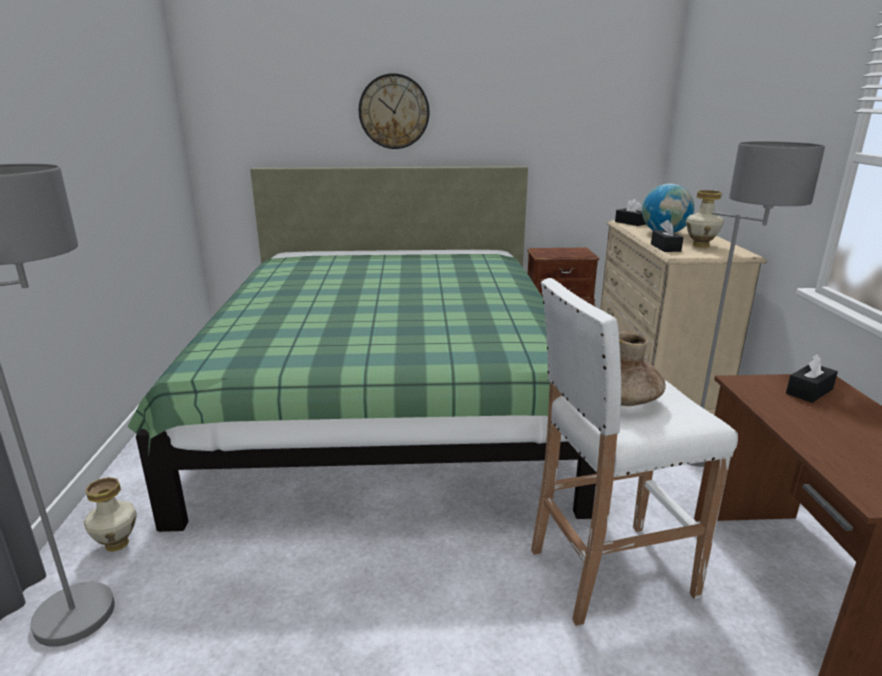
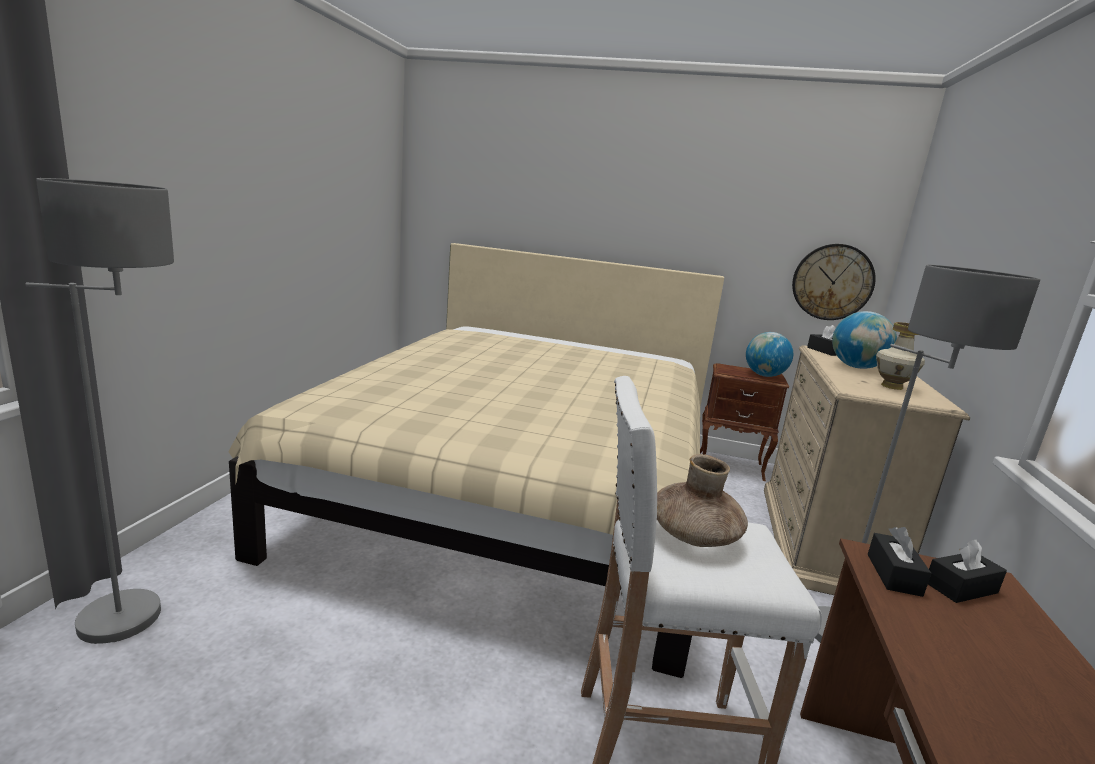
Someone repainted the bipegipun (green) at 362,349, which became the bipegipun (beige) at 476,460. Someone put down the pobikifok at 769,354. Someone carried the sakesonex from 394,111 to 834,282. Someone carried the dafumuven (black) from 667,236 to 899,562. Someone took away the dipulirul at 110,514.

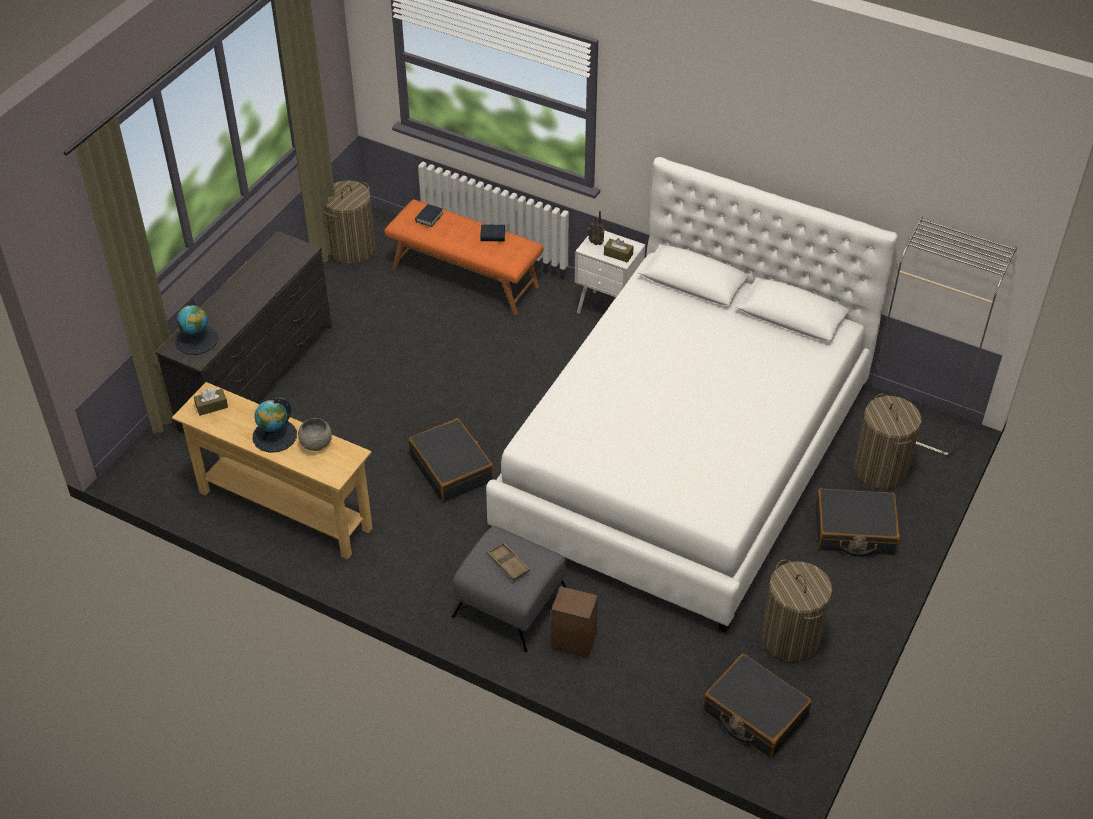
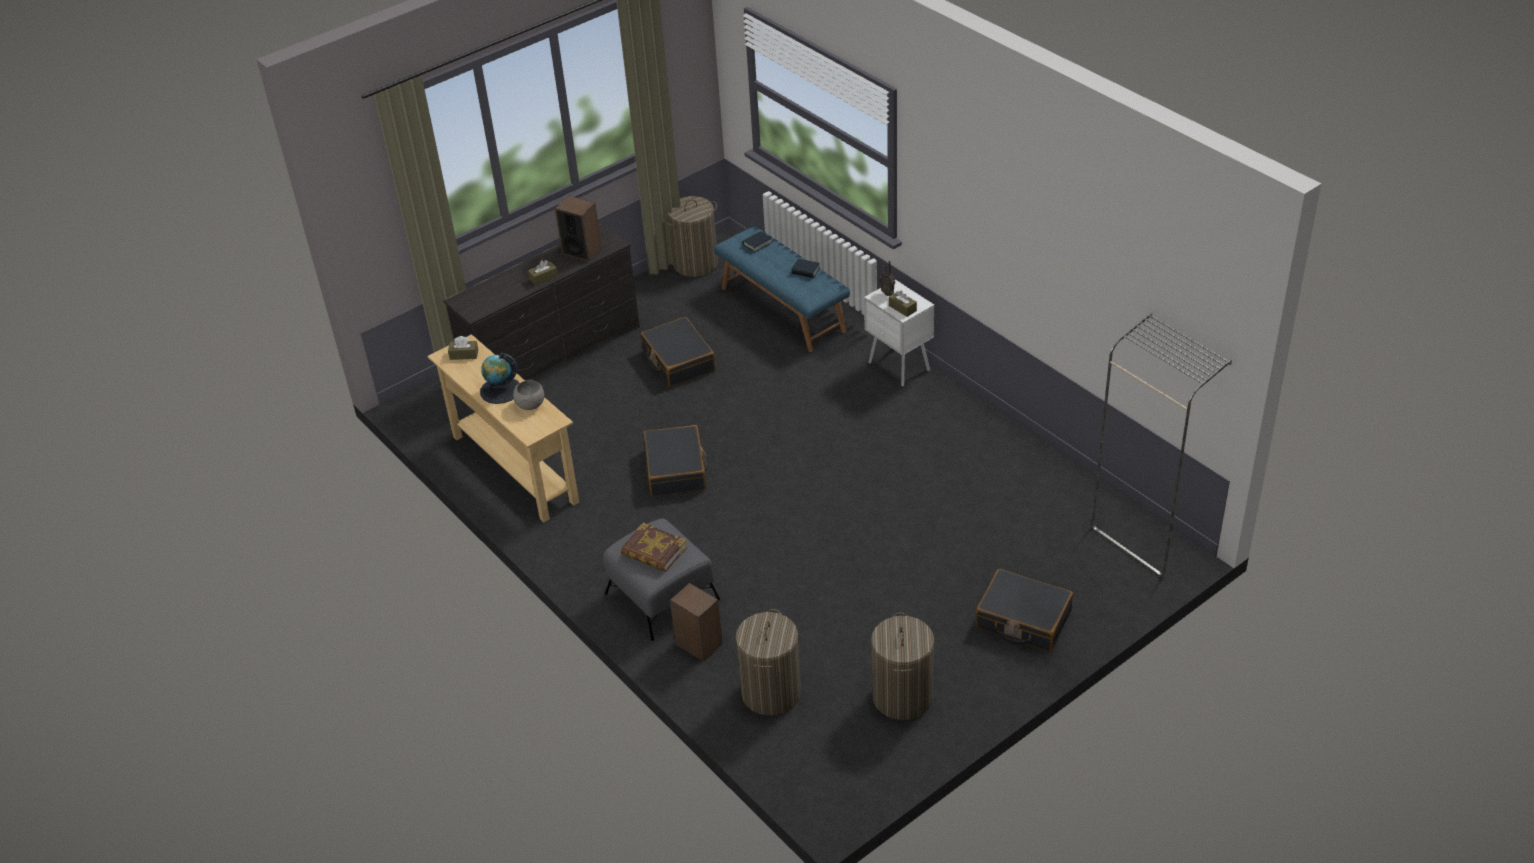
Someone put down the dafumuven (brown) at 543,273. Someone put down the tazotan at 578,229. Someone swapped the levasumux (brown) at 508,561 for the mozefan at 654,547. Someone carried the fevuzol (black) from 757,706 to 678,352. Someone repainted the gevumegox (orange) at 463,257, which became the gevumegox (blue) at 782,289. Someone carried the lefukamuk from 887,441 to 768,662. Someone took away the pobikifok at 196,327. Someone took away the bipegipun (white) at 692,395.

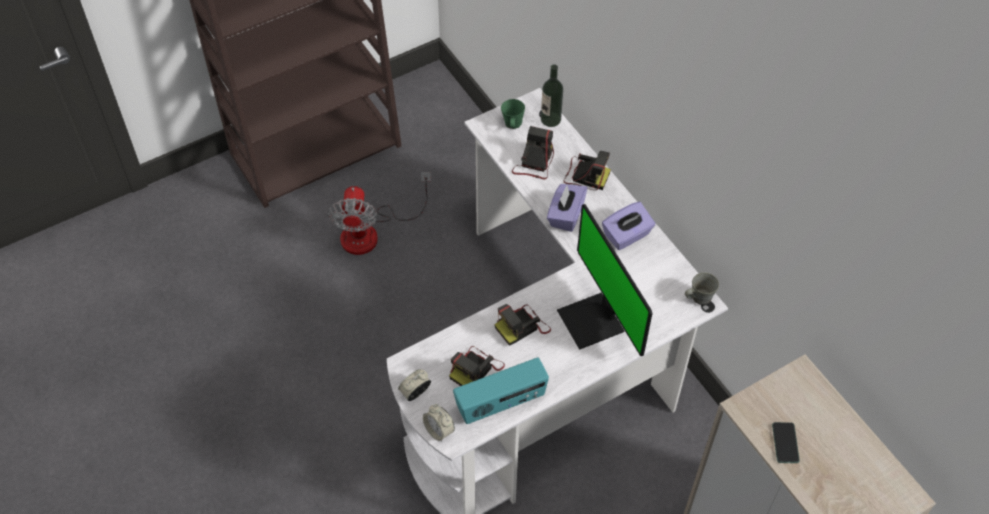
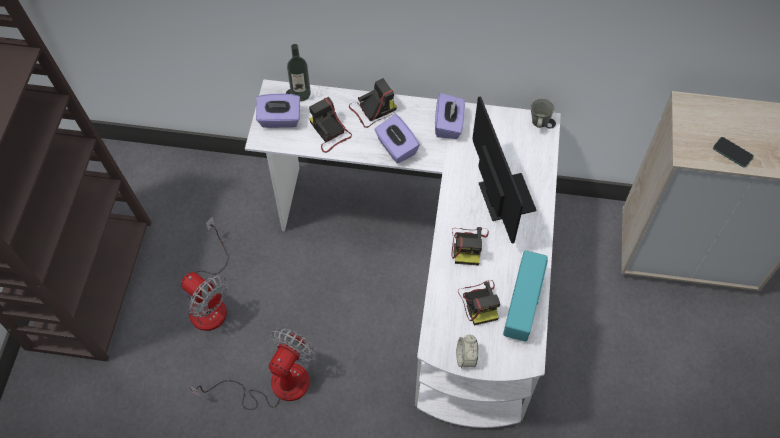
Someone put down the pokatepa at 252,369. Someone swapped the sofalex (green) at 513,114 for the dafumuven (purple) at 278,110. Someone rotated the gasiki at 604,280 by 120 degrees counterclockwise. Someone took away the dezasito at 439,423.

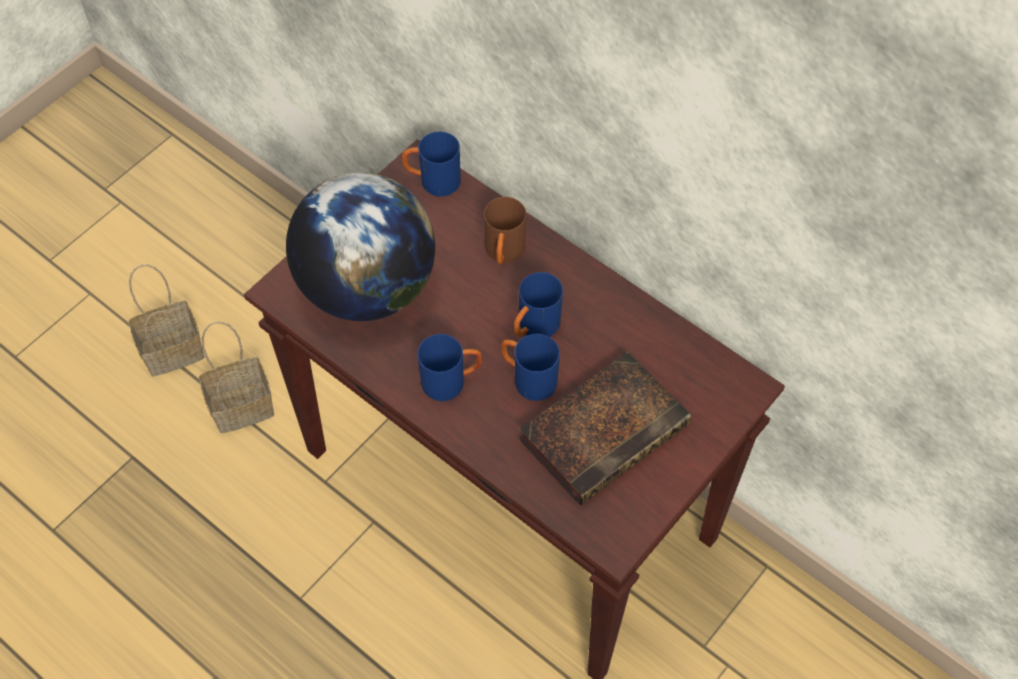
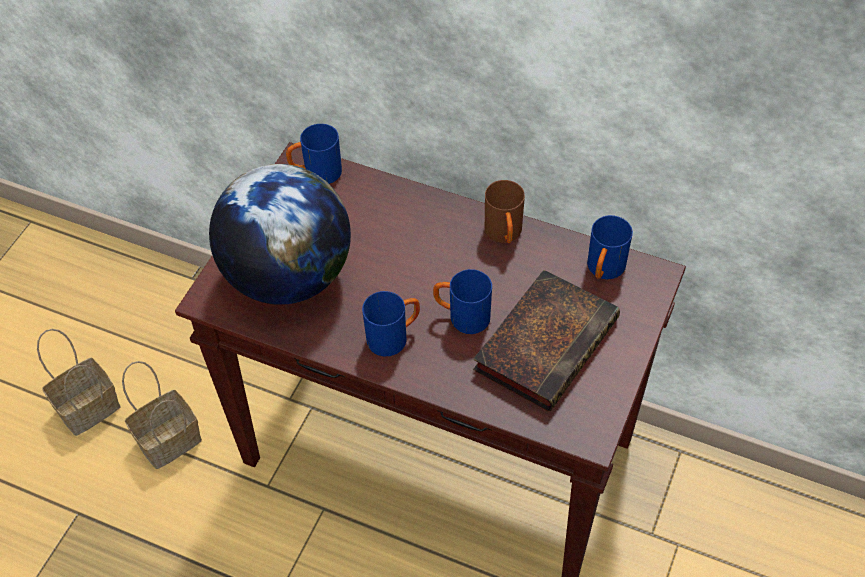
Someone carried the sofalex (brown) from 505,231 to 505,211. Someone carried the sofalex (blue) from 538,304 to 610,247.

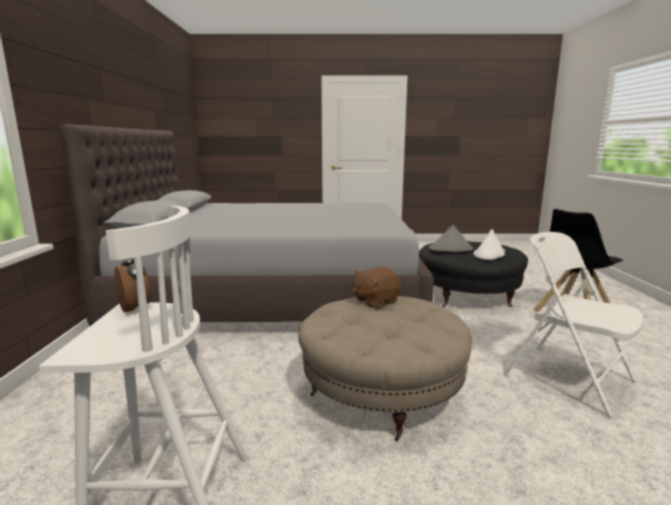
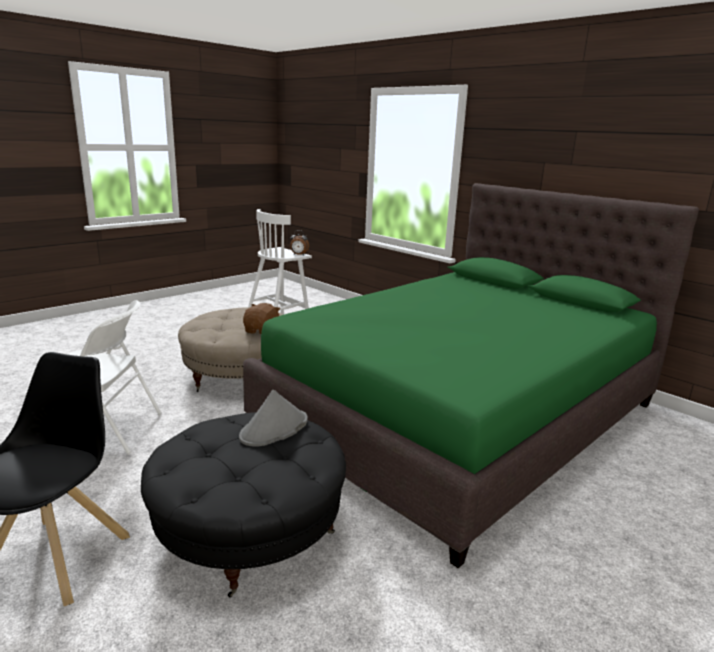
Someone repainted the bipegipun (grey) at 246,225, which became the bipegipun (green) at 471,375. Someone took away the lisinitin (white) at 489,244.

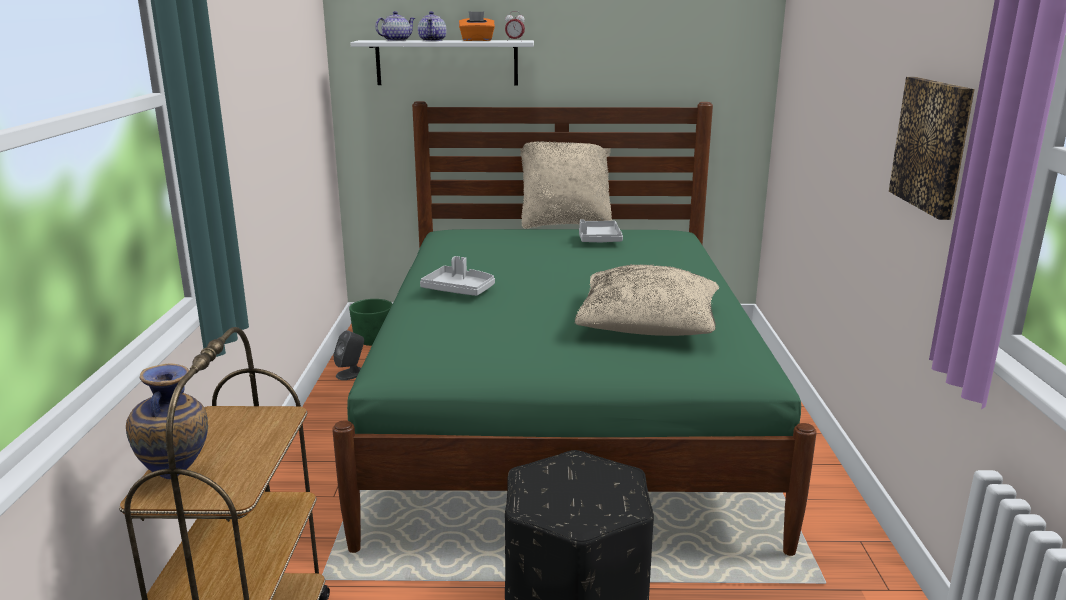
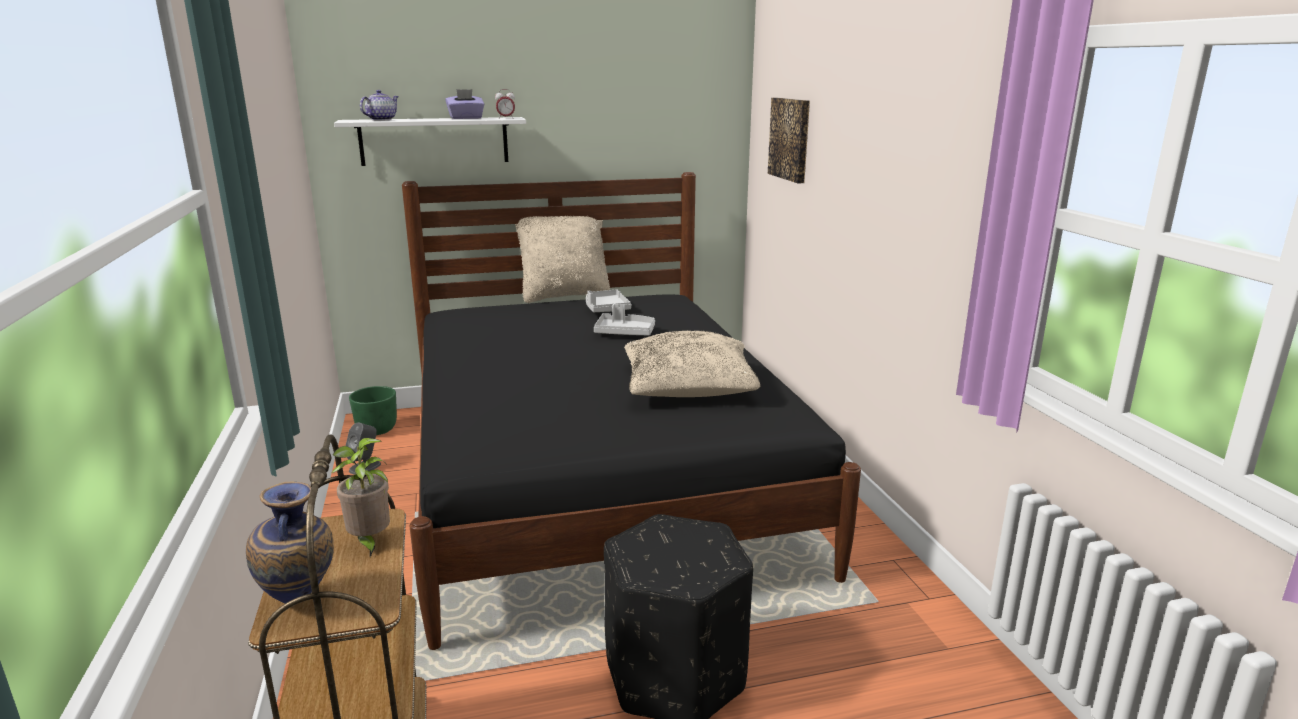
Someone put down the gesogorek at 360,497. Someone repainted the bipegipun (green) at 574,328, which became the bipegipun (black) at 631,411. Someone repainted the dafumuven (orange) at 477,26, which became the dafumuven (purple) at 464,104. Someone carried the levasumux (grey) from 457,276 to 624,319. Someone carried the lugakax from 932,148 to 789,140. Someone took away the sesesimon at 432,26.

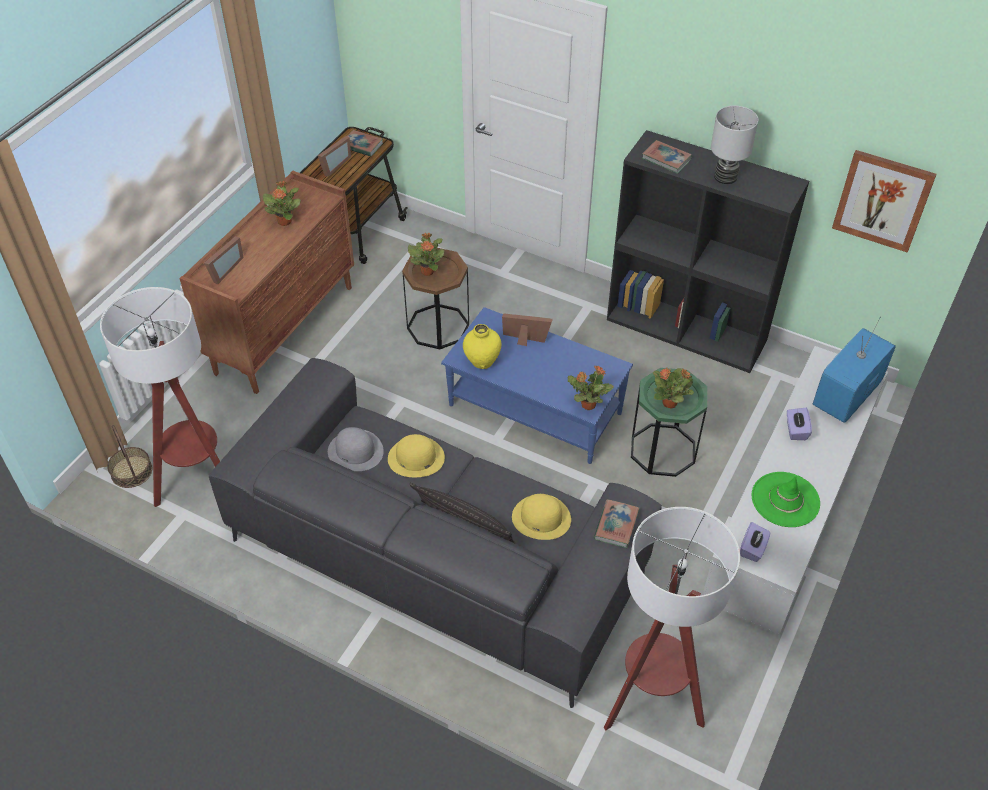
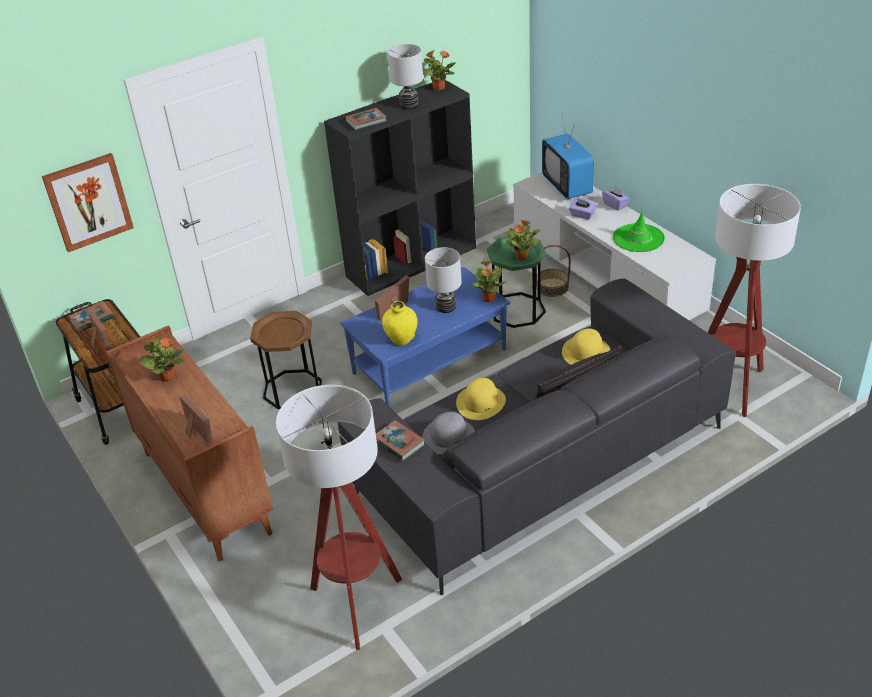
Someone carried the lugakax from 884,201 to 88,202. Someone carried the mozefan from 616,523 to 400,440. Someone carried the gesogorek from 426,254 to 439,70. Someone put down the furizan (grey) at 443,280. Someone carried the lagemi from 130,456 to 553,271. Someone carried the dafumuven (purple) from 755,542 to 615,198.

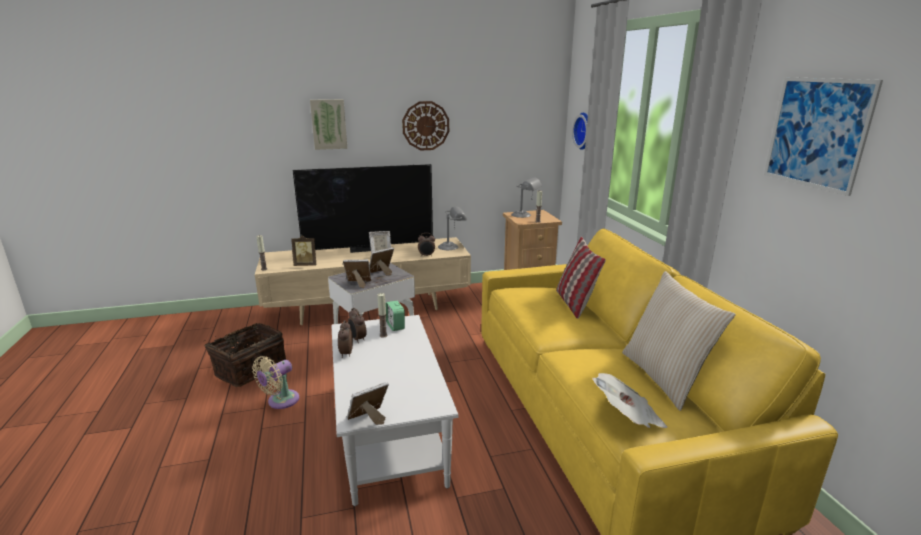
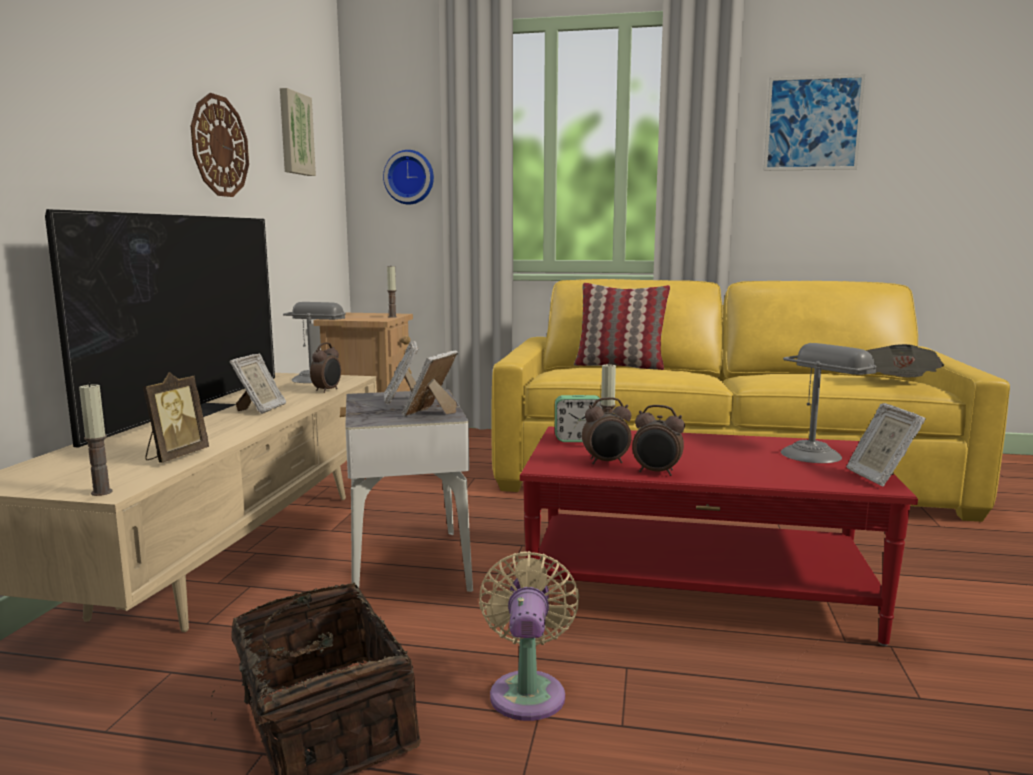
Someone carried the lugakax from 329,124 to 298,132. Someone rotated the pokatepa (beige) at 275,382 by 150 degrees counterclockwise. Someone repainted the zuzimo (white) at 395,410, which became the zuzimo (red) at 719,536. Someone carried the furizan (grey) from 526,197 to 829,403. Someone took away the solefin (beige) at 678,341.

